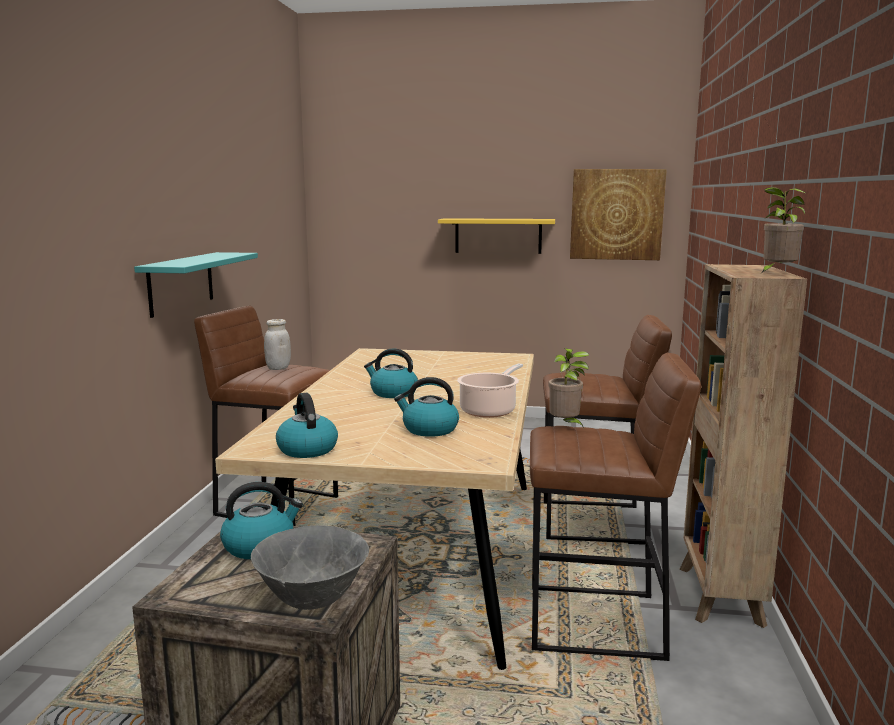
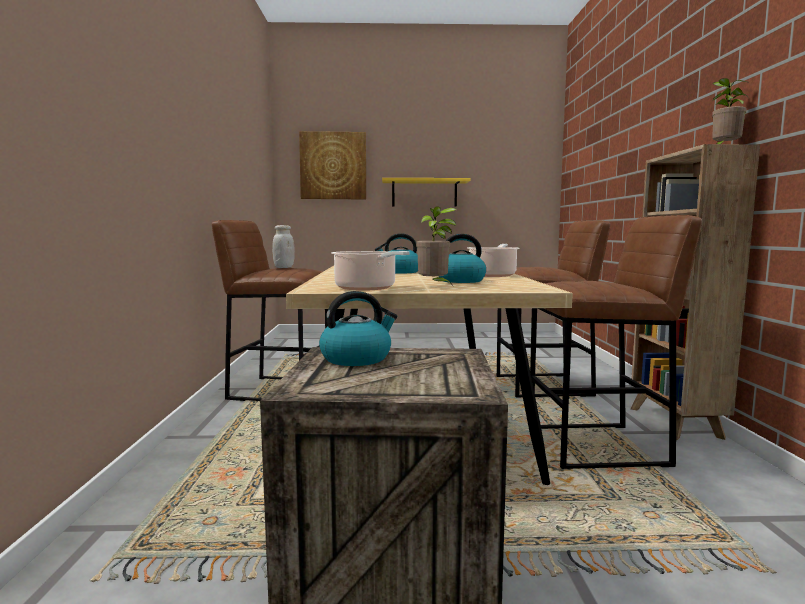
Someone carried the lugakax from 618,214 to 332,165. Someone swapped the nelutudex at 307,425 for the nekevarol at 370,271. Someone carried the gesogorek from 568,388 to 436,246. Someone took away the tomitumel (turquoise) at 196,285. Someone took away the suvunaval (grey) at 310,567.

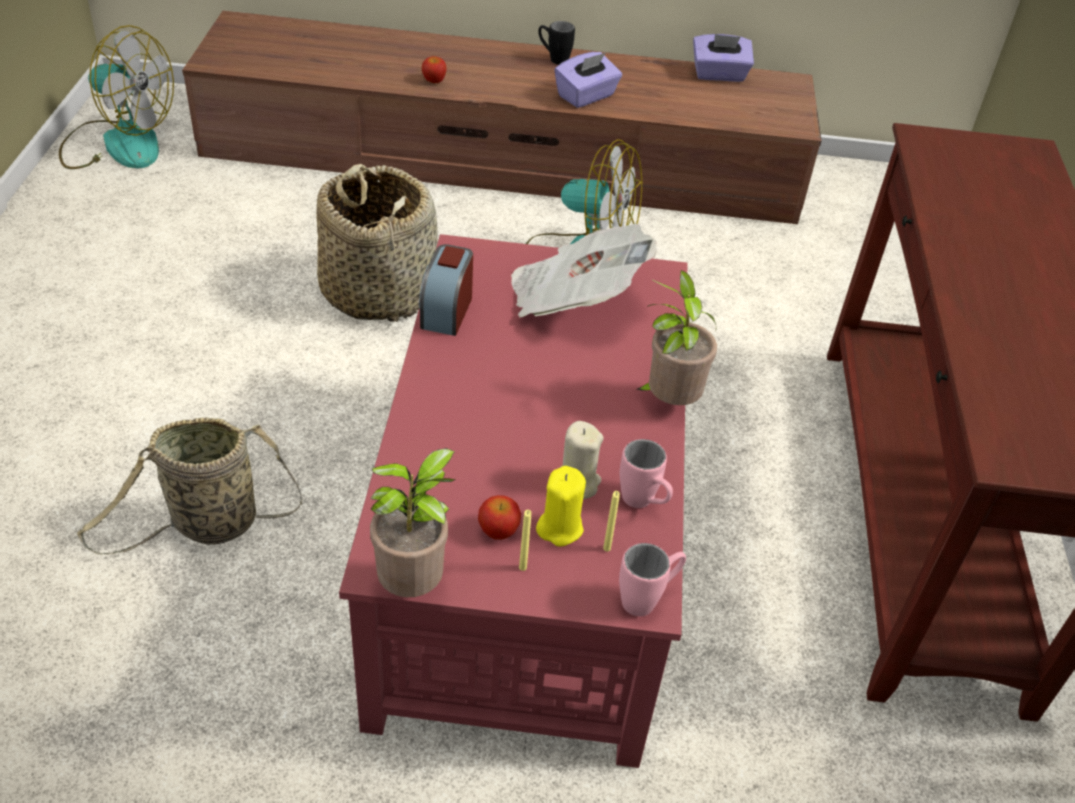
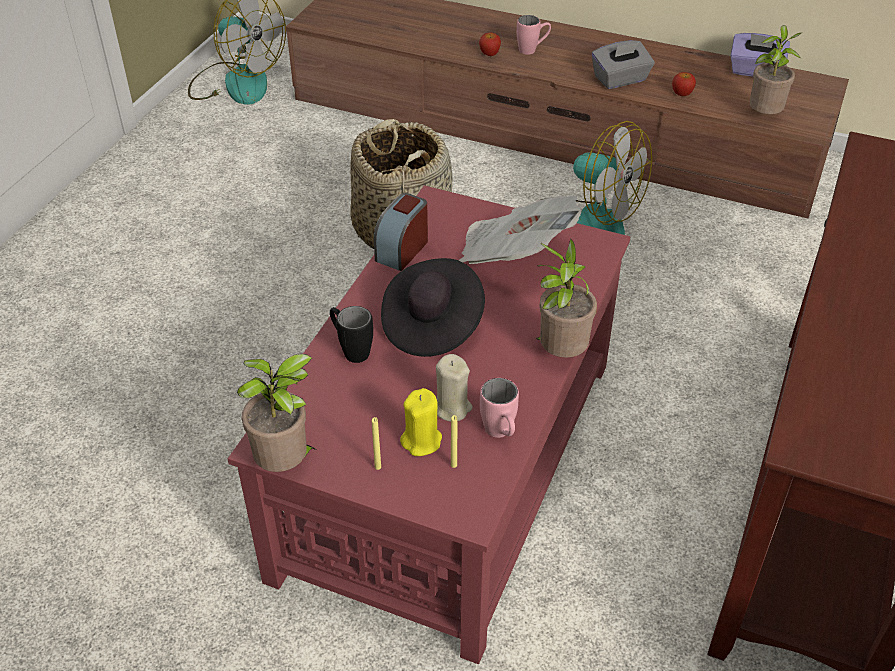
Someone carried the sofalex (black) from 556,43 to 351,334. Someone put down the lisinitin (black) at 433,307. Someone carried the sofalex (pink) from 652,579 to 534,35. Someone repainted the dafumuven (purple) at 588,80, which became the dafumuven (grey) at 623,64. Someone carried the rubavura from 499,517 to 684,84. Someone put down the gesogorek at 775,69. Someone took away the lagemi at 189,486.

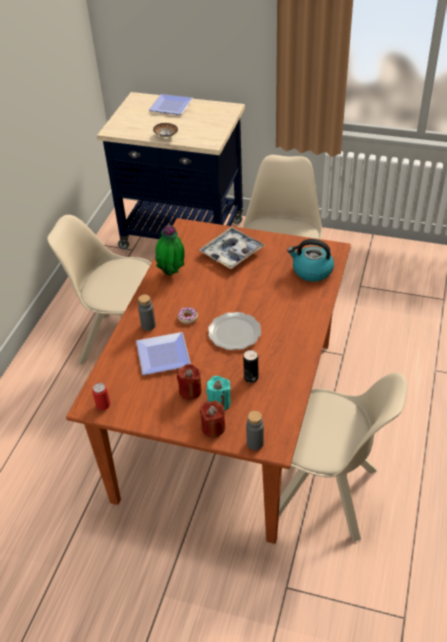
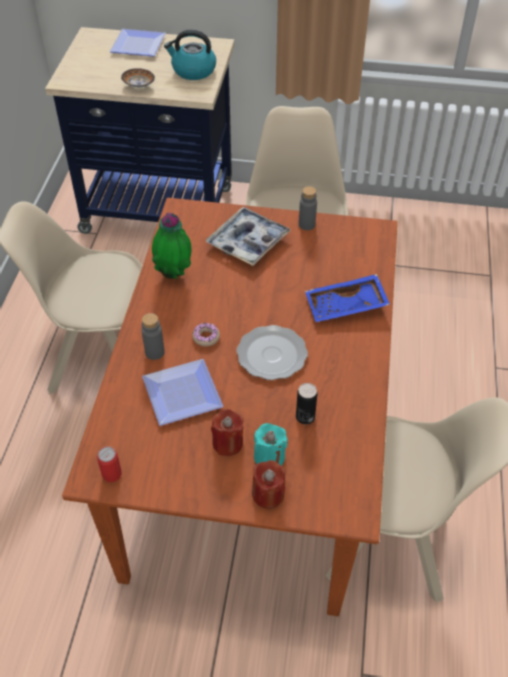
Someone carried the nelutudex from 310,260 to 190,55. Someone carried the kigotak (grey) from 255,430 to 308,208. Someone put down the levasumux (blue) at 347,298.

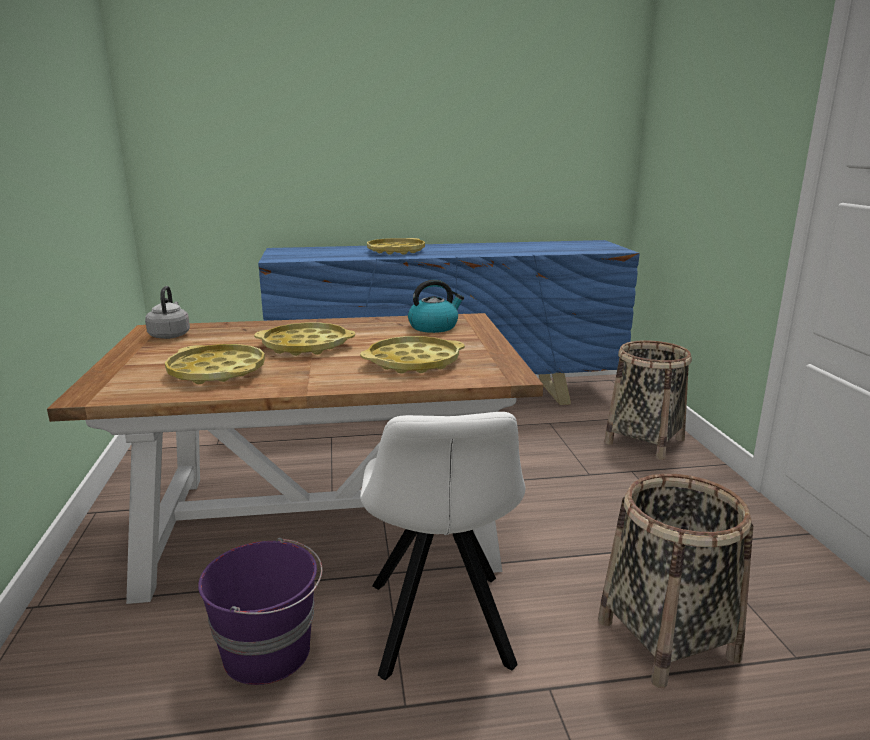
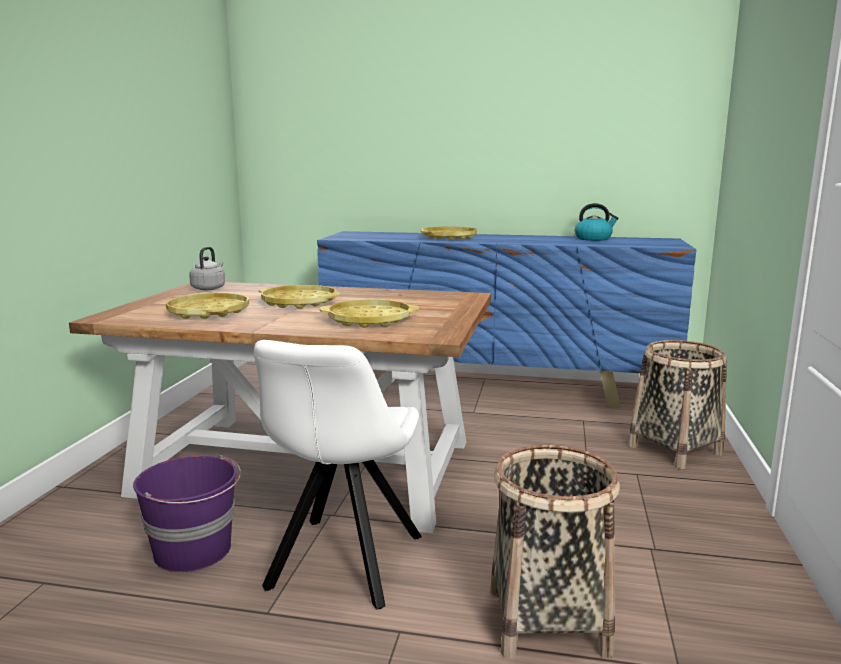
Someone carried the nelutudex from 436,306 to 597,222.

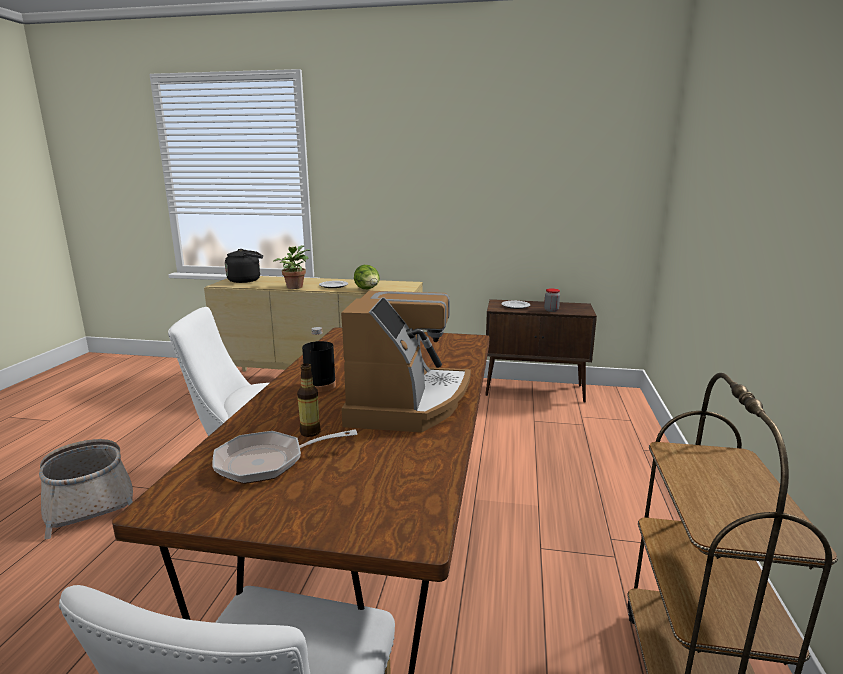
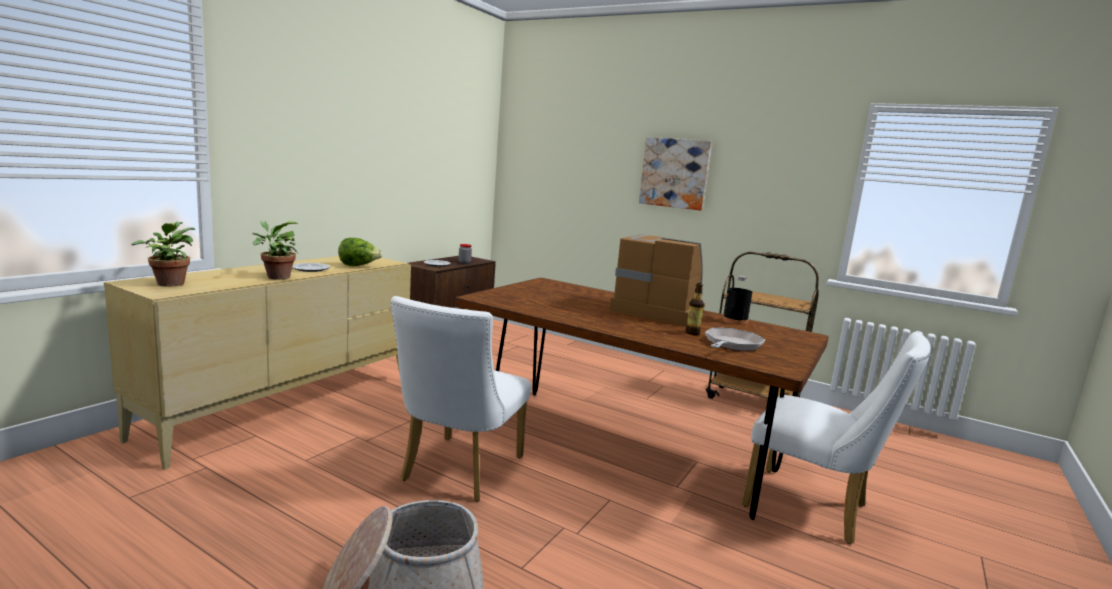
Someone swapped the nelutudex (black) at 244,266 for the gesogorek at 163,254. Someone put up the lugakax at 675,173. Someone rotated the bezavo at 285,456 by 150 degrees counterclockwise. Someone carried the kigotak (black) from 319,359 to 737,300.

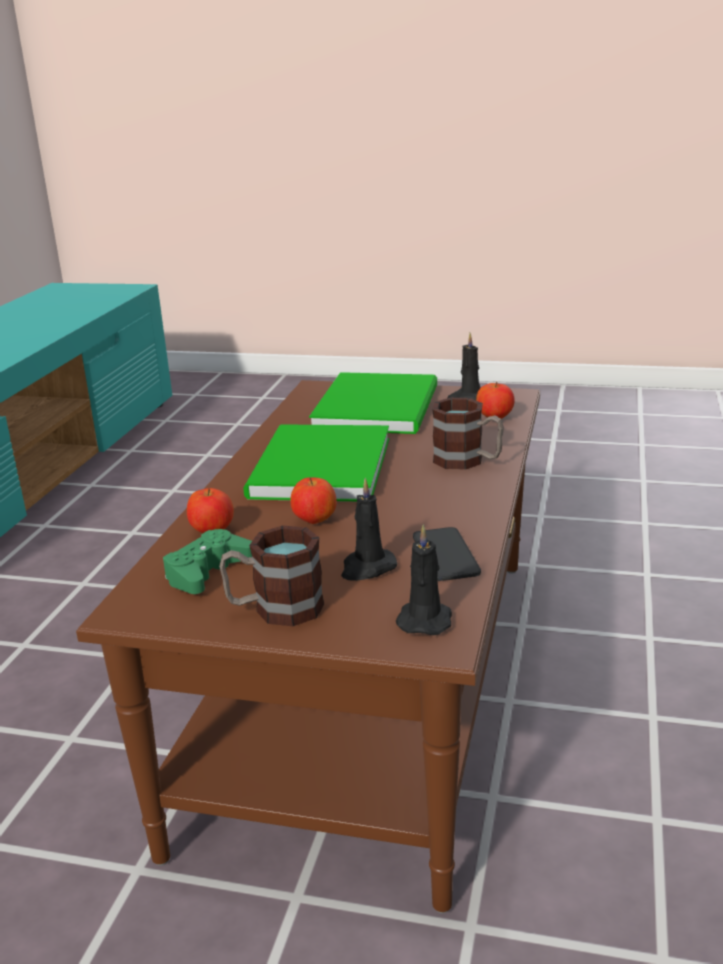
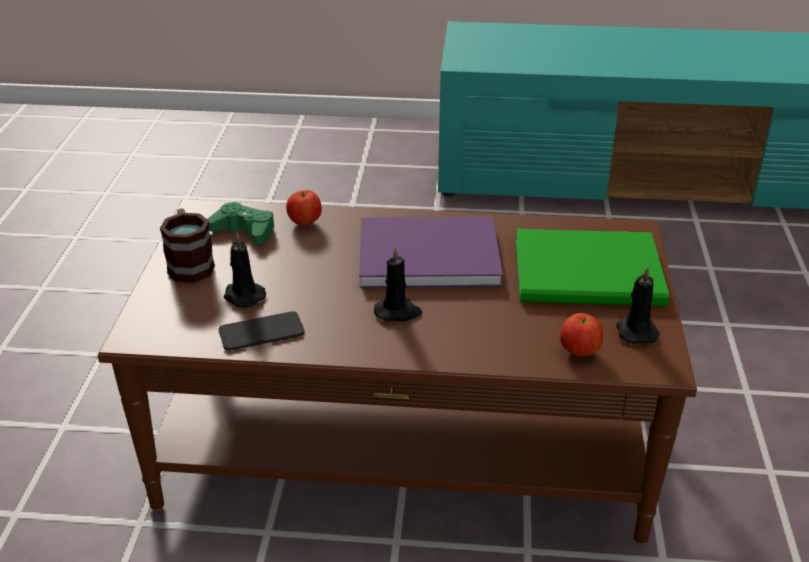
Someone repainted the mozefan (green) at 316,463, which became the mozefan (purple) at 431,252. Someone carried the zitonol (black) from 424,579 to 398,284. Someone took away the rubavura at 314,500. Someone took away the sofalex at 468,434.

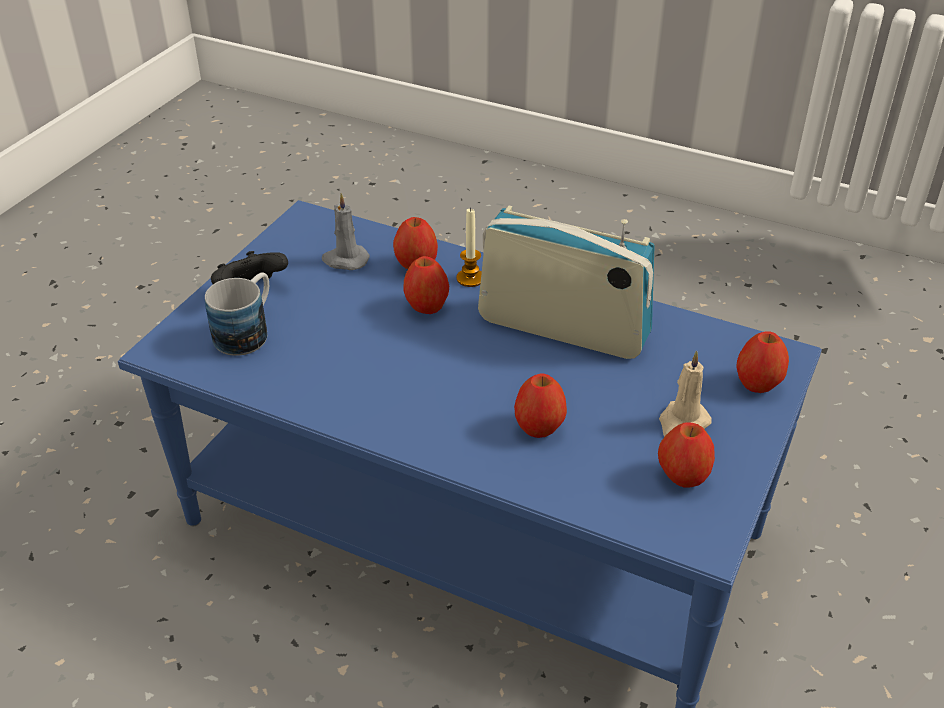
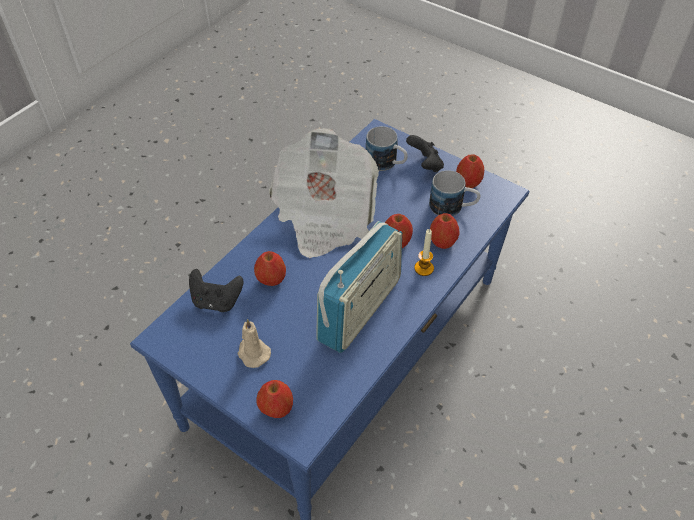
Someone put down the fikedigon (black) at 216,290. Someone put down the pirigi at 324,193. Someone swapped the zitonol (grey) at 346,231 for the sofalex at 454,193. Someone carried the rubavura from 686,455 to 470,171.

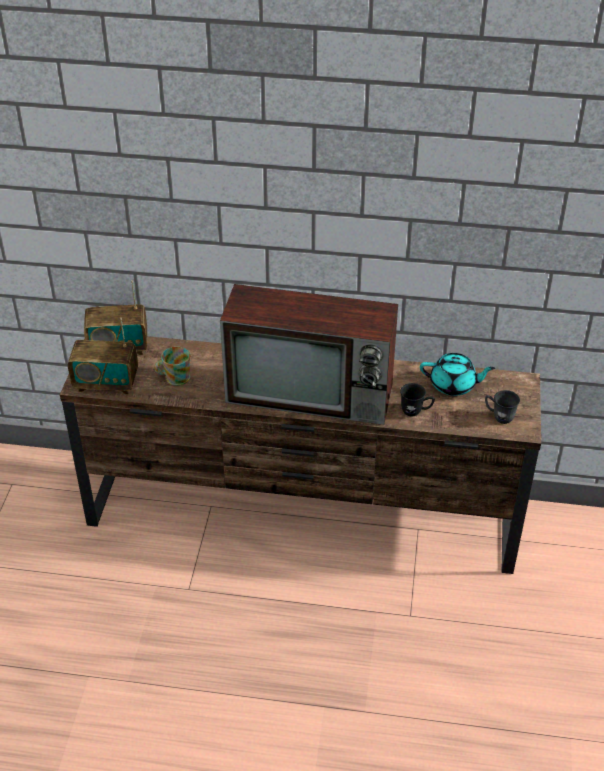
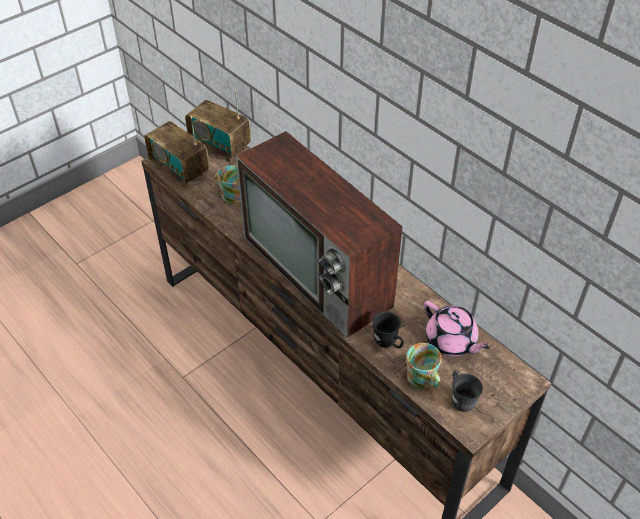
Someone put down the sofalex at 424,365. Someone repainted the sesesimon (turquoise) at 457,374, which became the sesesimon (pink) at 456,328.

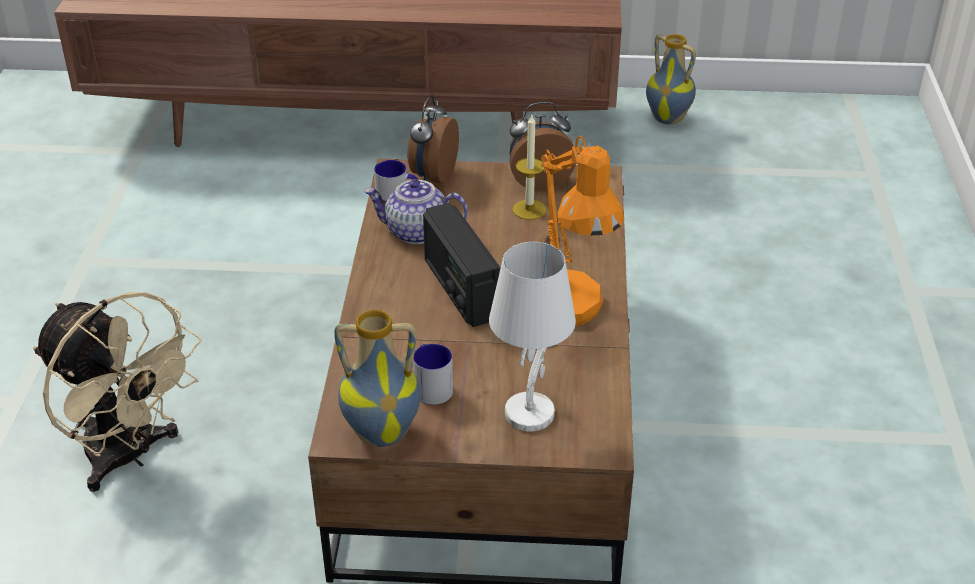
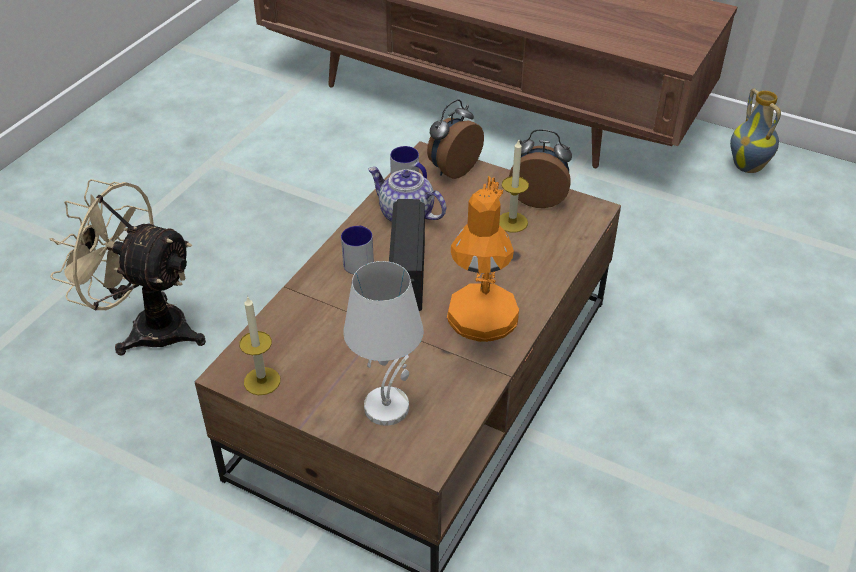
Someone rotated the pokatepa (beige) at 117,392 by 135 degrees clockwise. Someone swapped the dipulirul at 377,378 for the zitonol at 259,345. Someone carried the sofalex from 433,374 to 357,250.

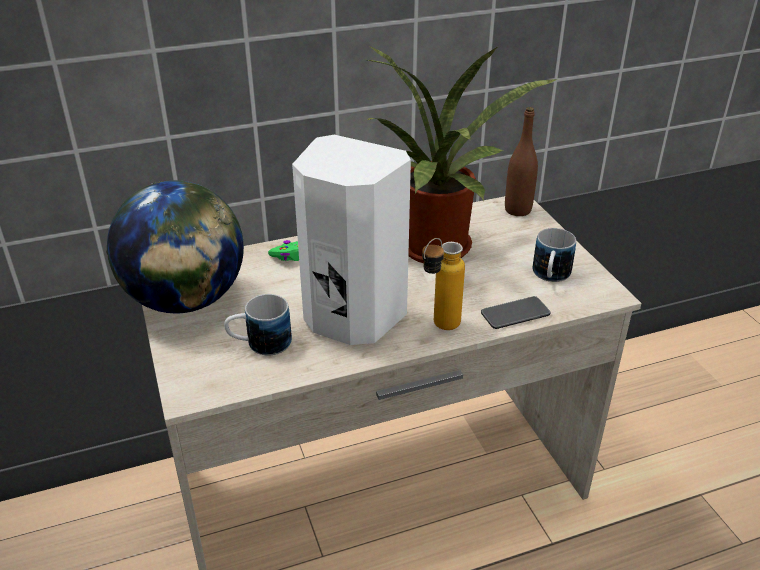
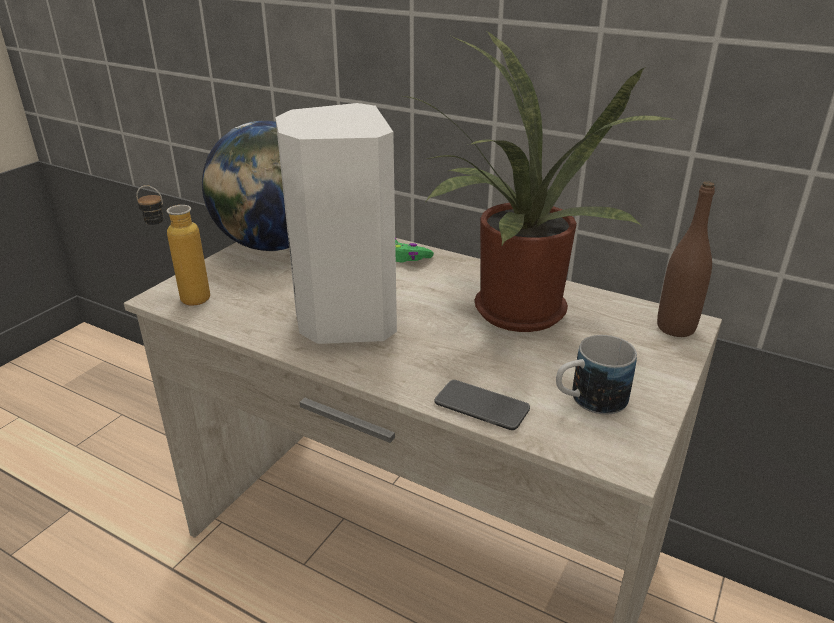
Someone carried the kigotak from 443,284 to 173,245. Someone took away the sofalex at 258,325.

